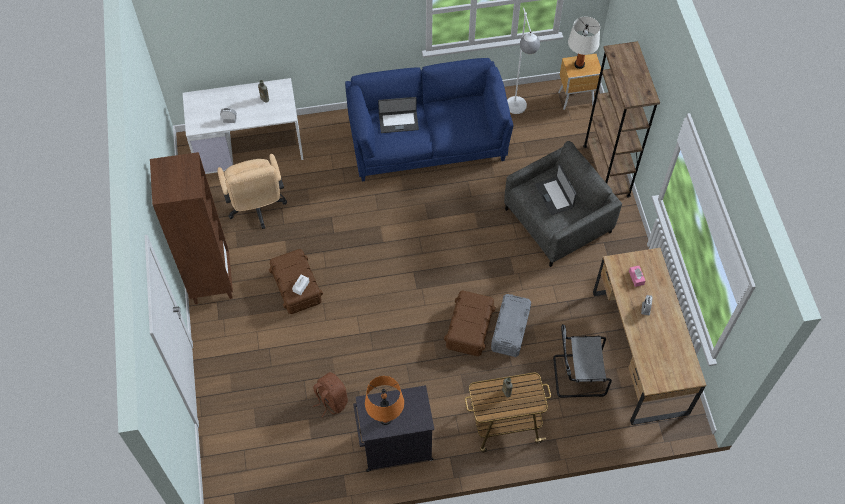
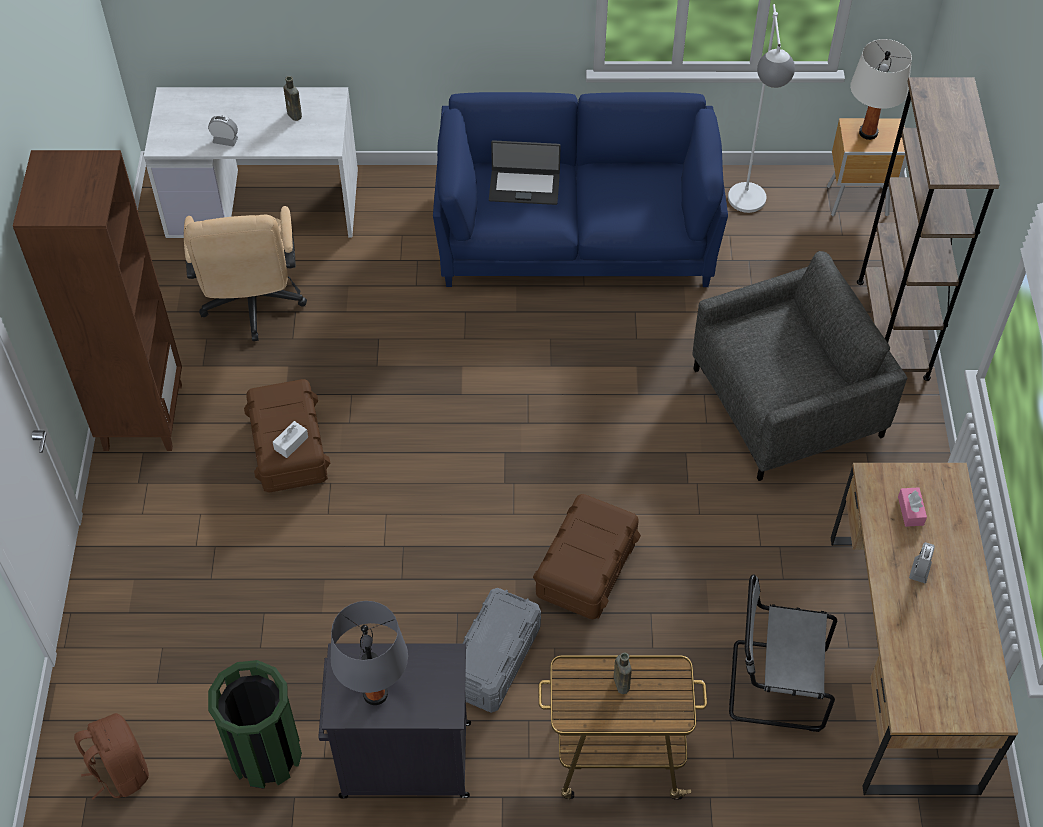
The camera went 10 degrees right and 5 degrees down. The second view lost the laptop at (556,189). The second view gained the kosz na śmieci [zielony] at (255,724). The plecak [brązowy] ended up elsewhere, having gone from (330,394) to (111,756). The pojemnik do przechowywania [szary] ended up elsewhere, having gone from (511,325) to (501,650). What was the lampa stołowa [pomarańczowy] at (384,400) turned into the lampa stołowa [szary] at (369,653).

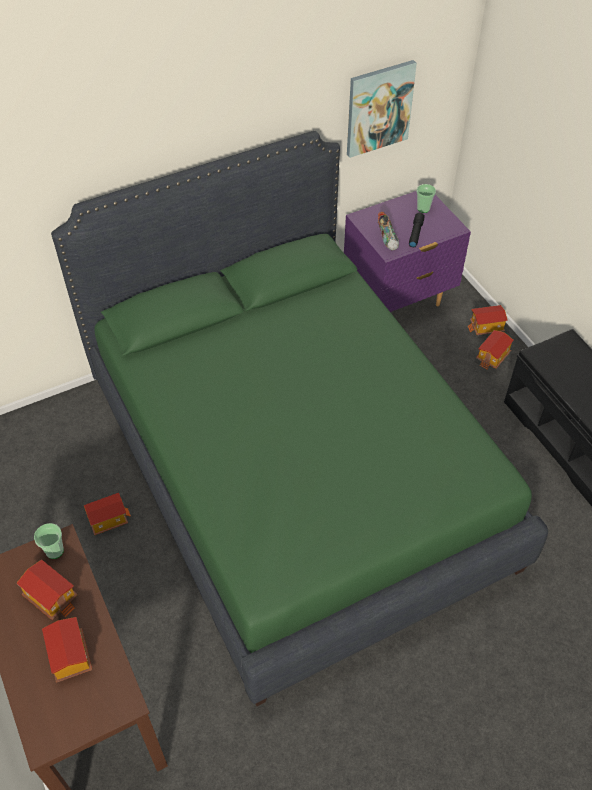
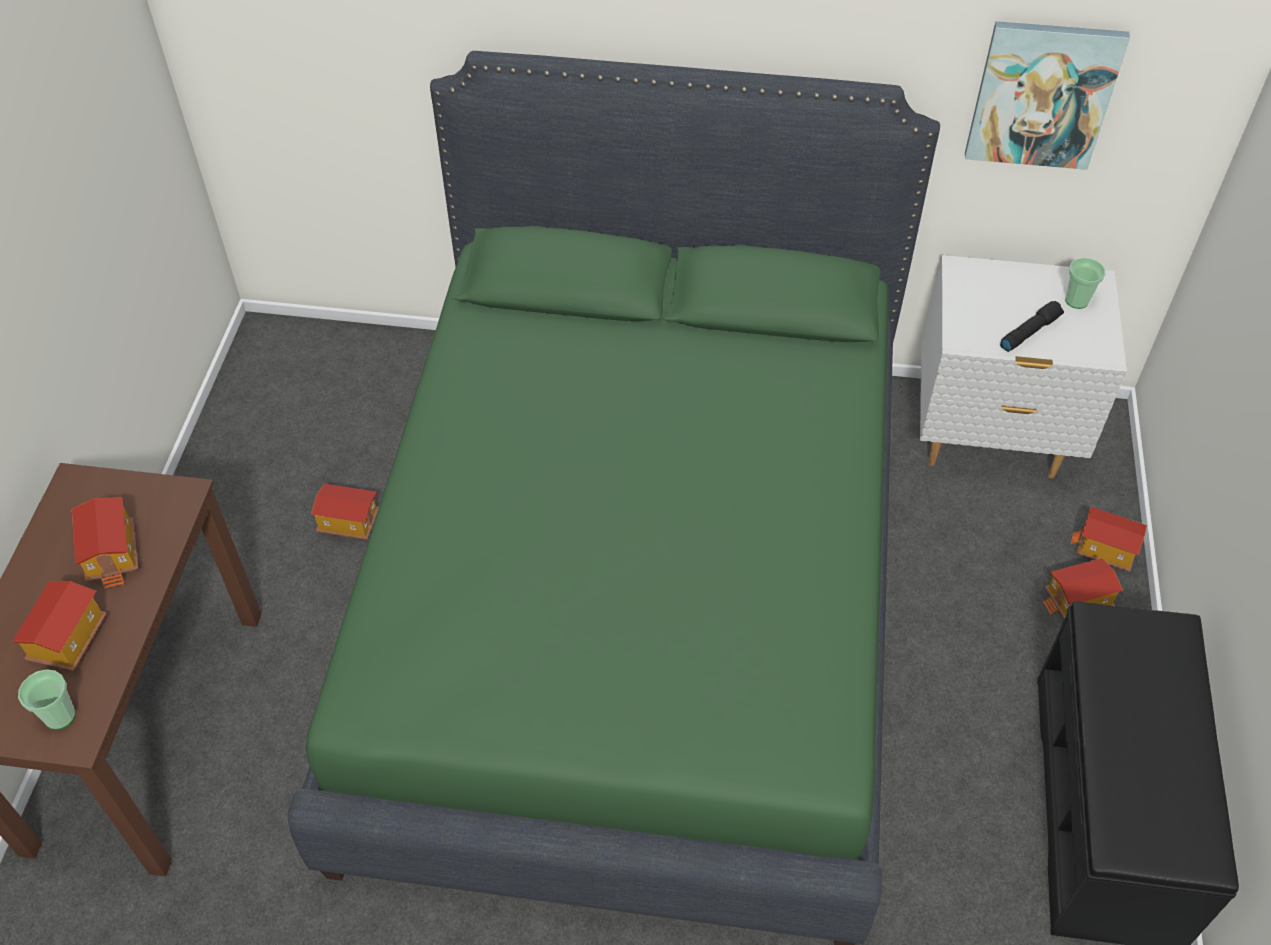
The camera went 35 degrees right and 0 degrees up. The second view lost the but at (388,231). The filiżanka ended up elsewhere, having gone from (49,541) to (46,699). What was the szafka nocna [fioletowy] at (407,251) turned into the szafka nocna [biały] at (1023,367).

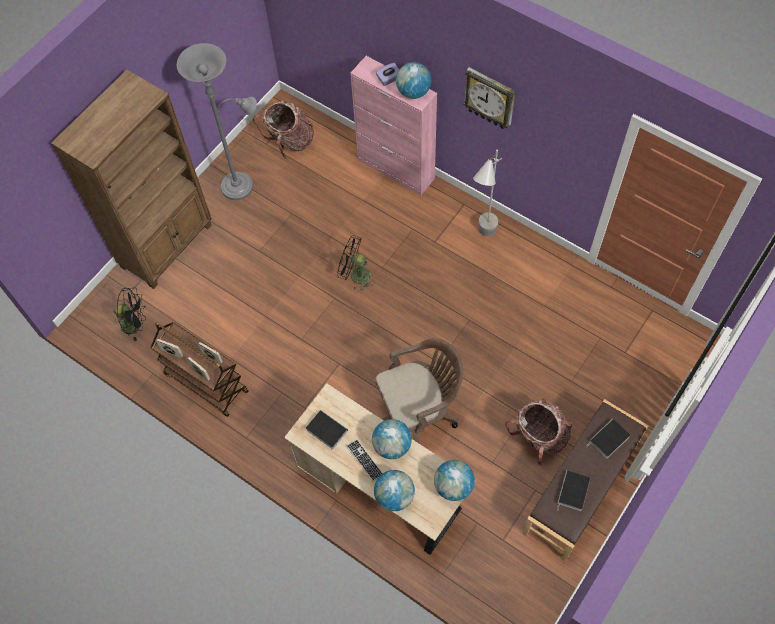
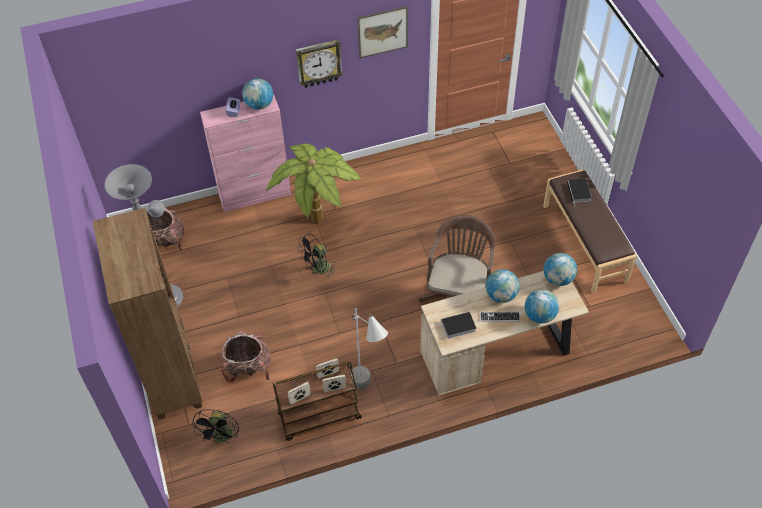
The camera went 55 degrees left and 10 degrees down. The second view lost the książka at (573,490). The second view gained the roślina doniczkowa at (313,183). The second view gained the obraz at (382,32). The lampa stojąca [szary] ended up elsewhere, having gone from (487,193) to (369,349). The plecak ended up elsewhere, having gone from (538,432) to (246,356). The wentylator [czarny] at (129,314) ended up facing another way, 150 degrees clockwise from before.

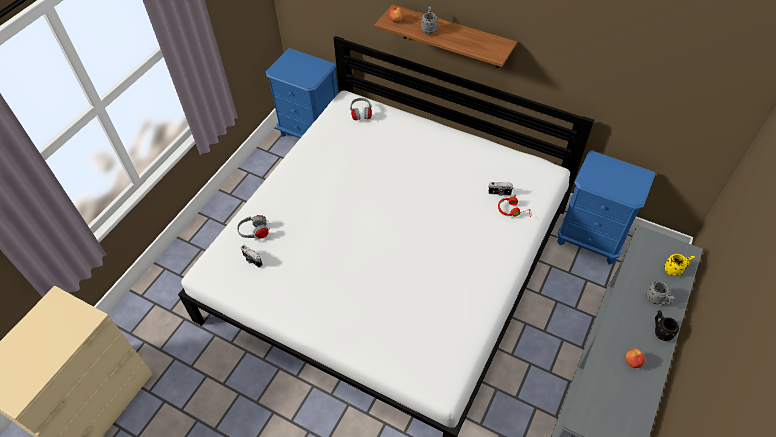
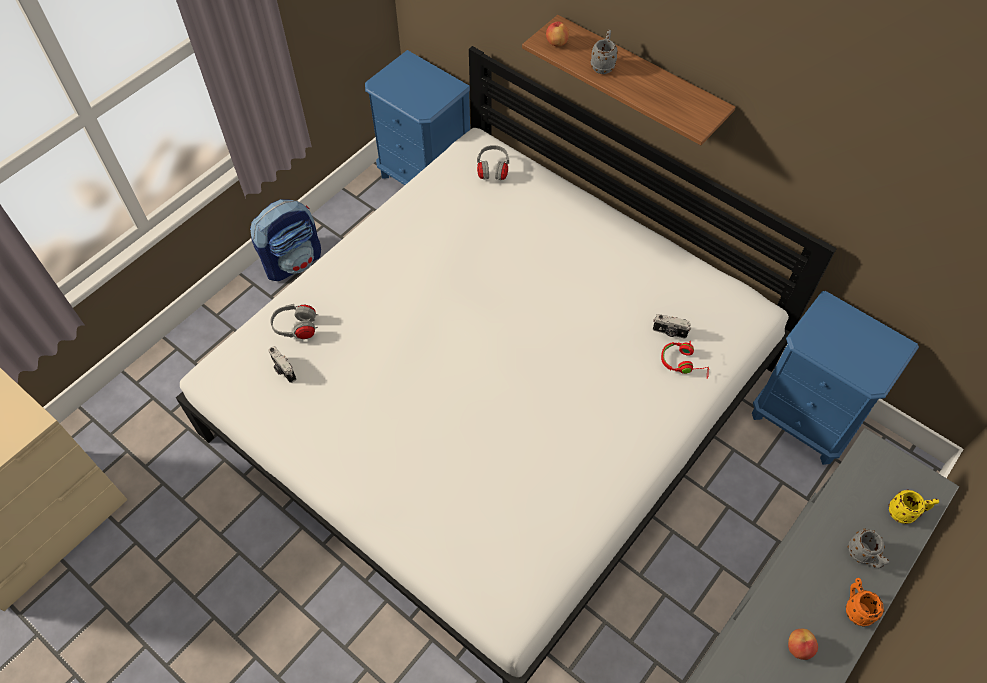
The camera went 10 degrees right and 5 degrees up. The second view gained the plecak at (285,240). What was the kubek [czarny] at (667,325) turned into the kubek [pomarańczowy] at (865,602).

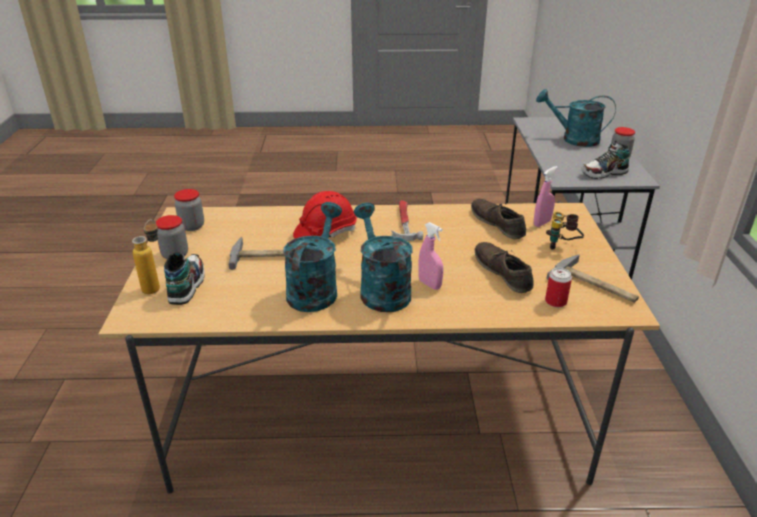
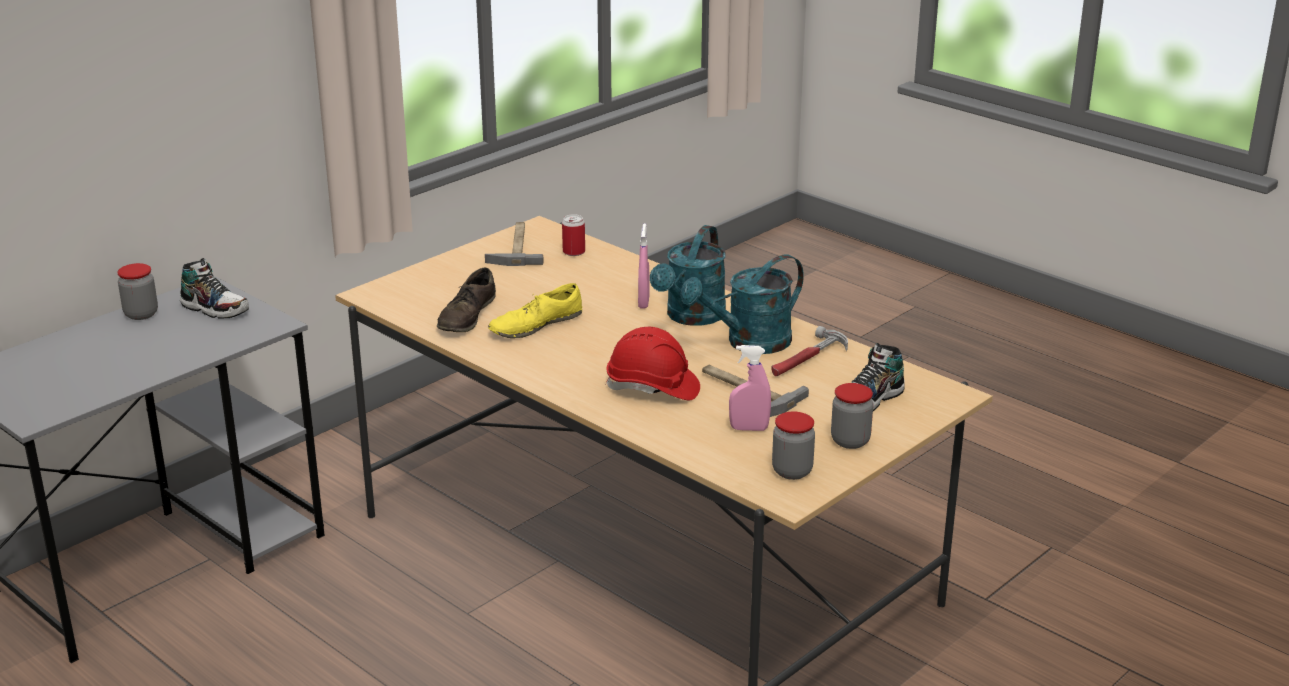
The camera went 135 degrees left and 5 degrees down. The second view lost the butelka at (146,256). The second view lost the but [brązowy] at (504,267). The second view lost the konewka [turkusowy] at (576,118). The second view lost the lornetka at (565,231). The second view gained the but [żółty] at (535,310). The młotek ended up elsewhere, having gone from (407,220) to (810,351). The spryskiwacz [różowy] ended up elsewhere, having gone from (546,196) to (750,388).

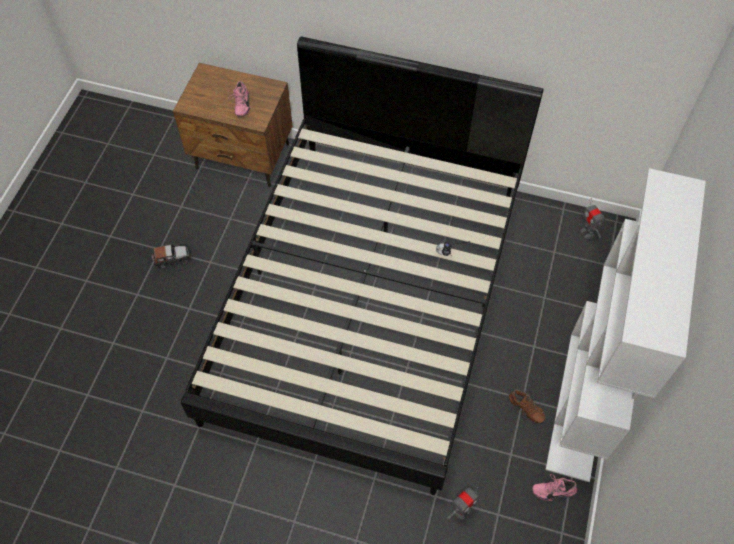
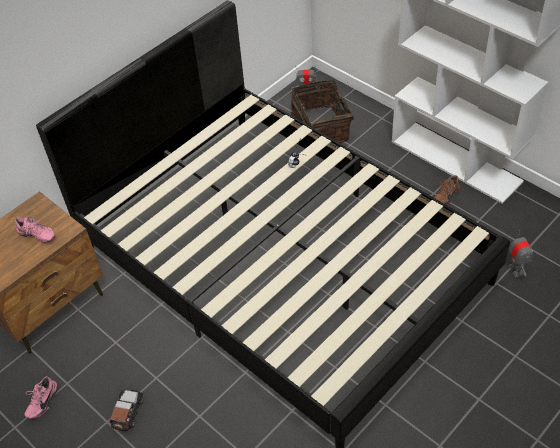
The camera went 60 degrees left and 10 degrees down. The second view gained the koszyk at (322,111). The but [różowy] ended up elsewhere, having gone from (554,487) to (40,397). The but [brązowy] at (527,406) ended up facing another way, 150 degrees clockwise from before.

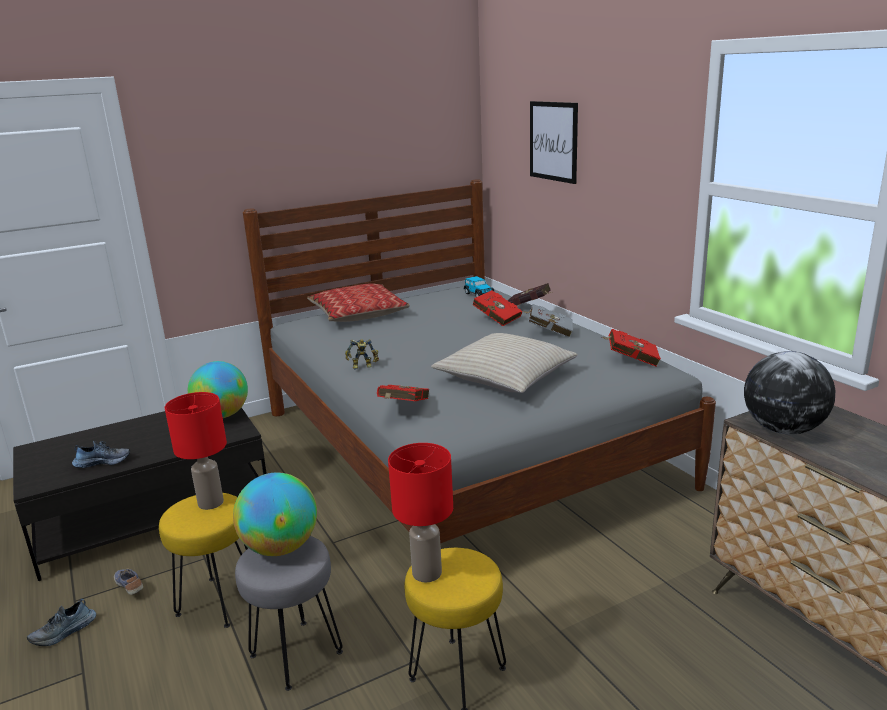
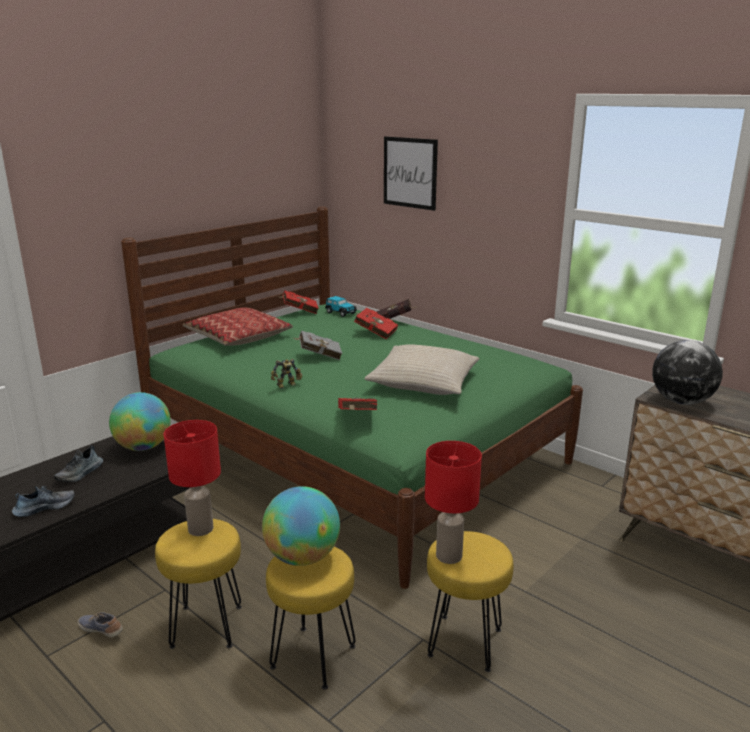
The camera went 20 degrees left and 0 degrees up. The but ended up elsewhere, having gone from (61,622) to (78,464). The książka [szary] ended up elsewhere, having gone from (548,321) to (318,345). The książka [czerwony] ended up elsewhere, having gone from (631,348) to (298,302). What was the stołek [szary] at (289,613) turned into the stołek [żółty] at (311,618). What was the łóżko [szary] at (479,361) turned into the łóżko [zielony] at (352,398).

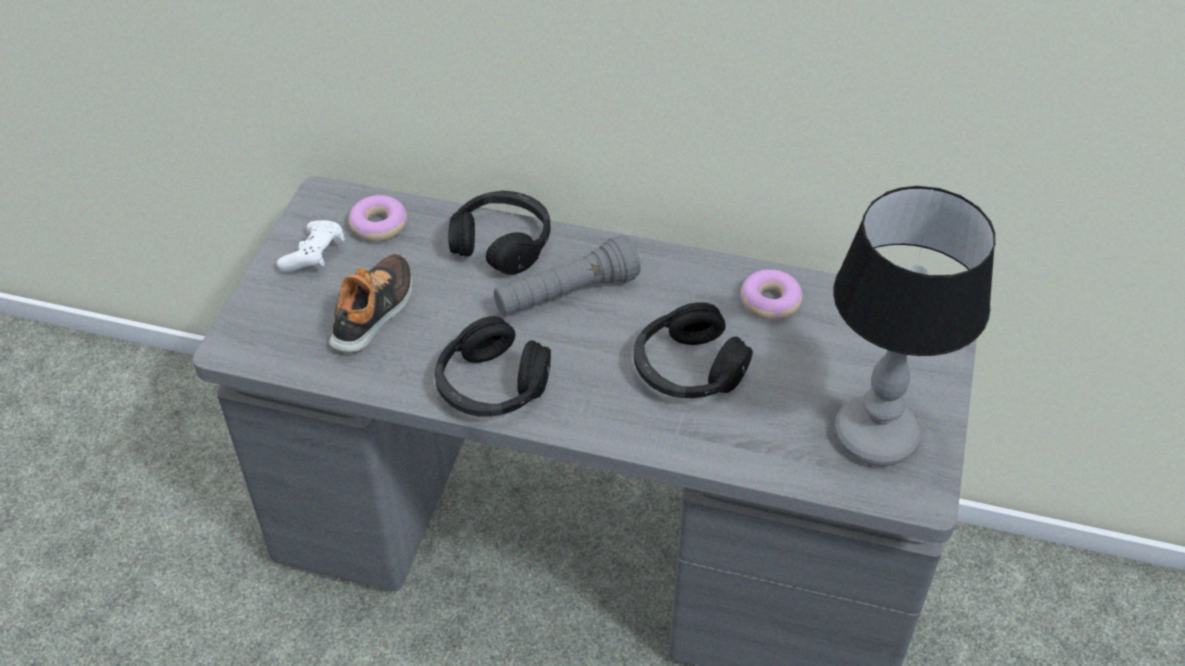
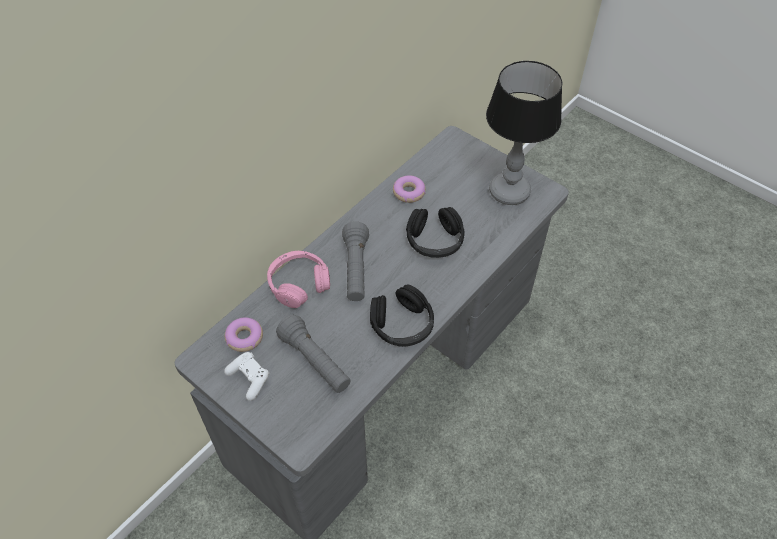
The camera went 65 degrees left and 5 degrees up. Where the but stood at (371,303), the latarka [szary] came to stand at (313,354). What was the słuchawki [czarny] at (499,232) turned into the słuchawki [różowy] at (298,279).

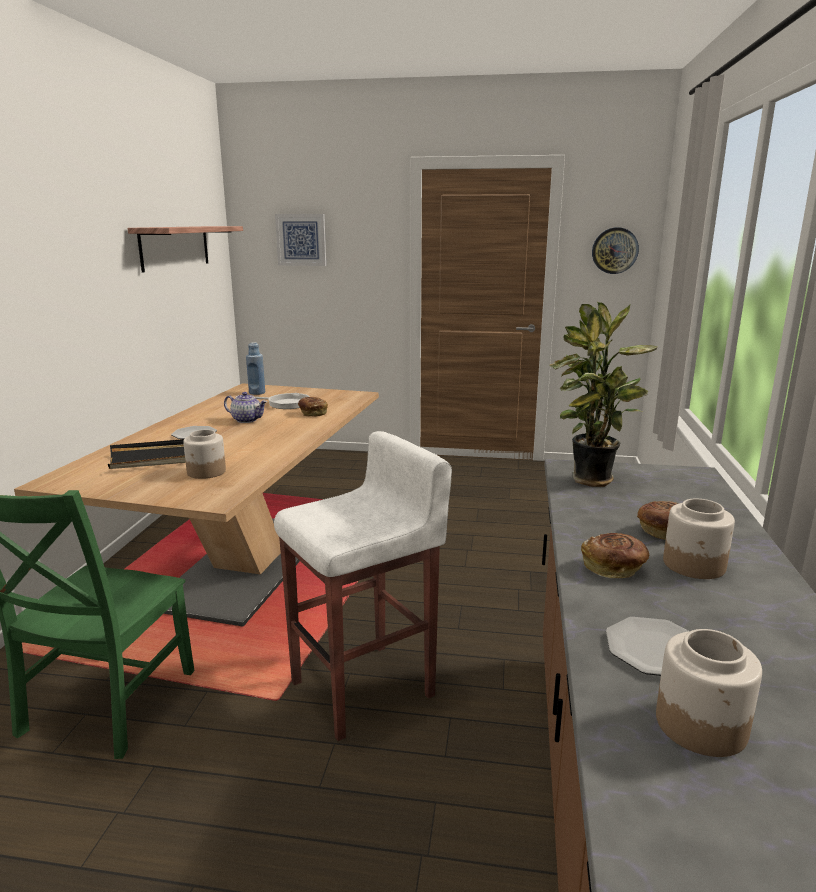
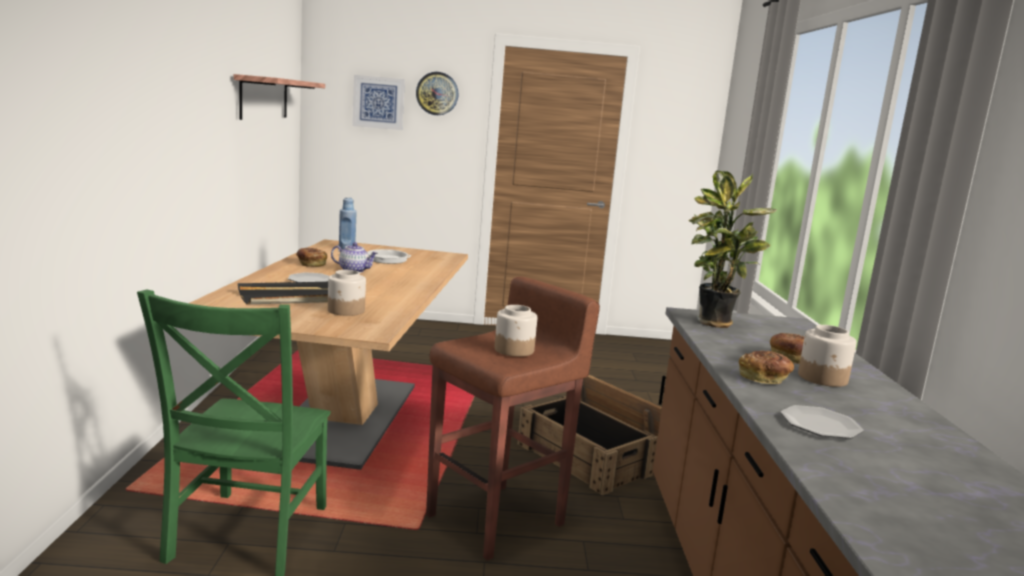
The camera went 10 degrees left and 5 degrees down. The second view gained the skrzynka at (590,435). The chleb ended up elsewhere, having gone from (313,406) to (311,257). The zegar ścienny ended up elsewhere, having gone from (615,250) to (437,93). The słoik ended up elsewhere, having gone from (709,693) to (515,331). What was the stołek [biały] at (363,586) turned into the stołek [brązowy] at (513,419).

